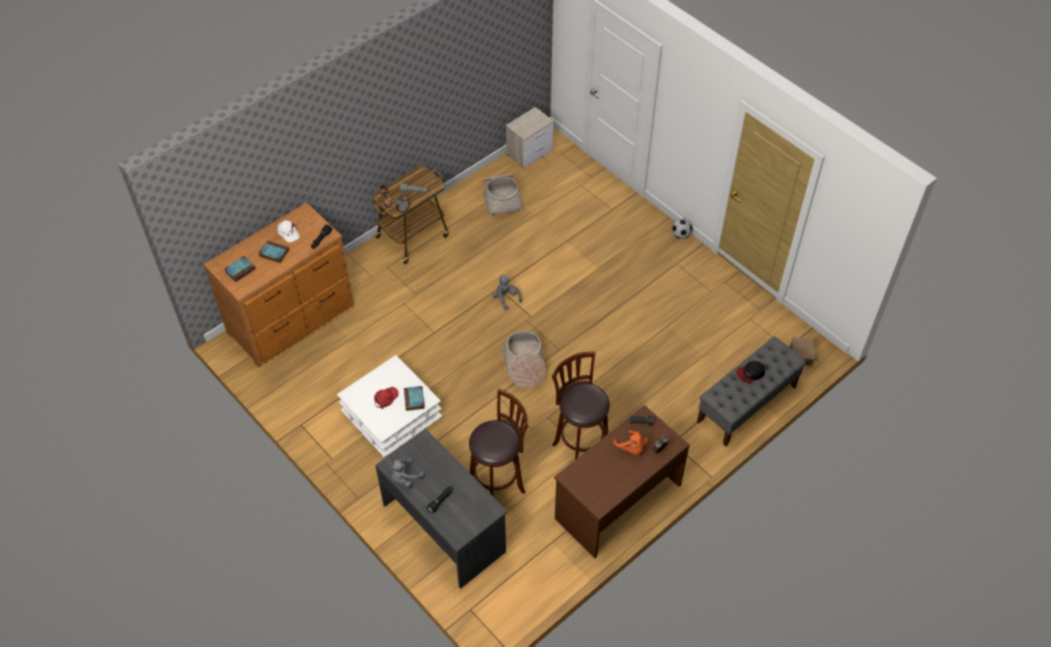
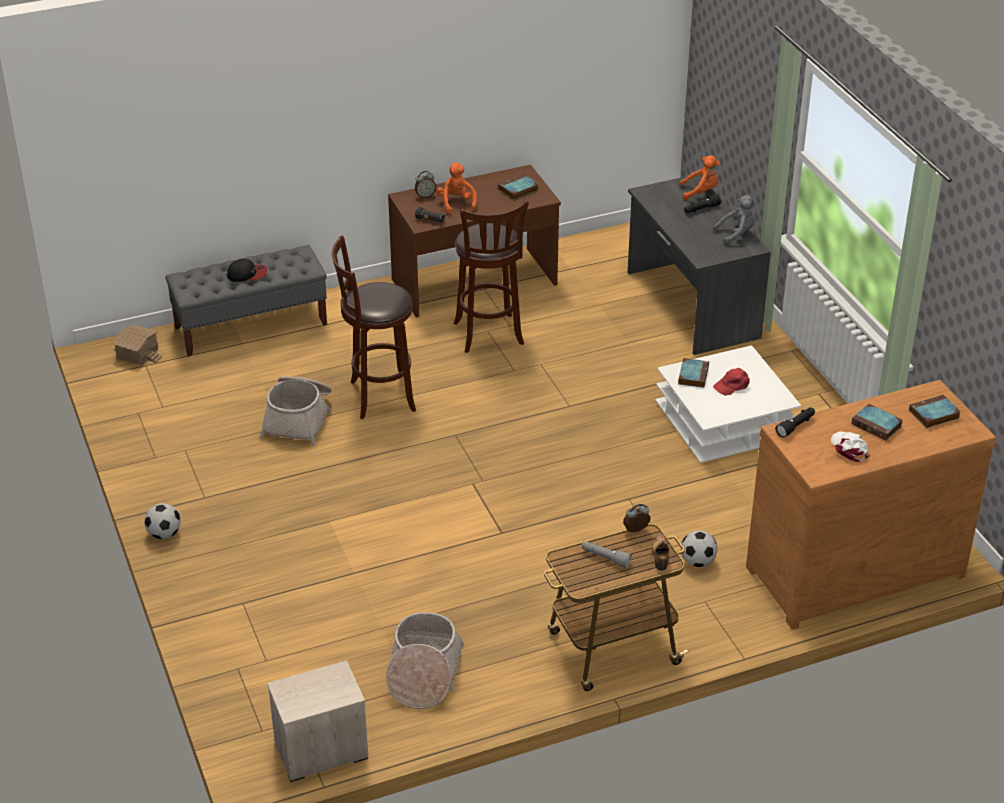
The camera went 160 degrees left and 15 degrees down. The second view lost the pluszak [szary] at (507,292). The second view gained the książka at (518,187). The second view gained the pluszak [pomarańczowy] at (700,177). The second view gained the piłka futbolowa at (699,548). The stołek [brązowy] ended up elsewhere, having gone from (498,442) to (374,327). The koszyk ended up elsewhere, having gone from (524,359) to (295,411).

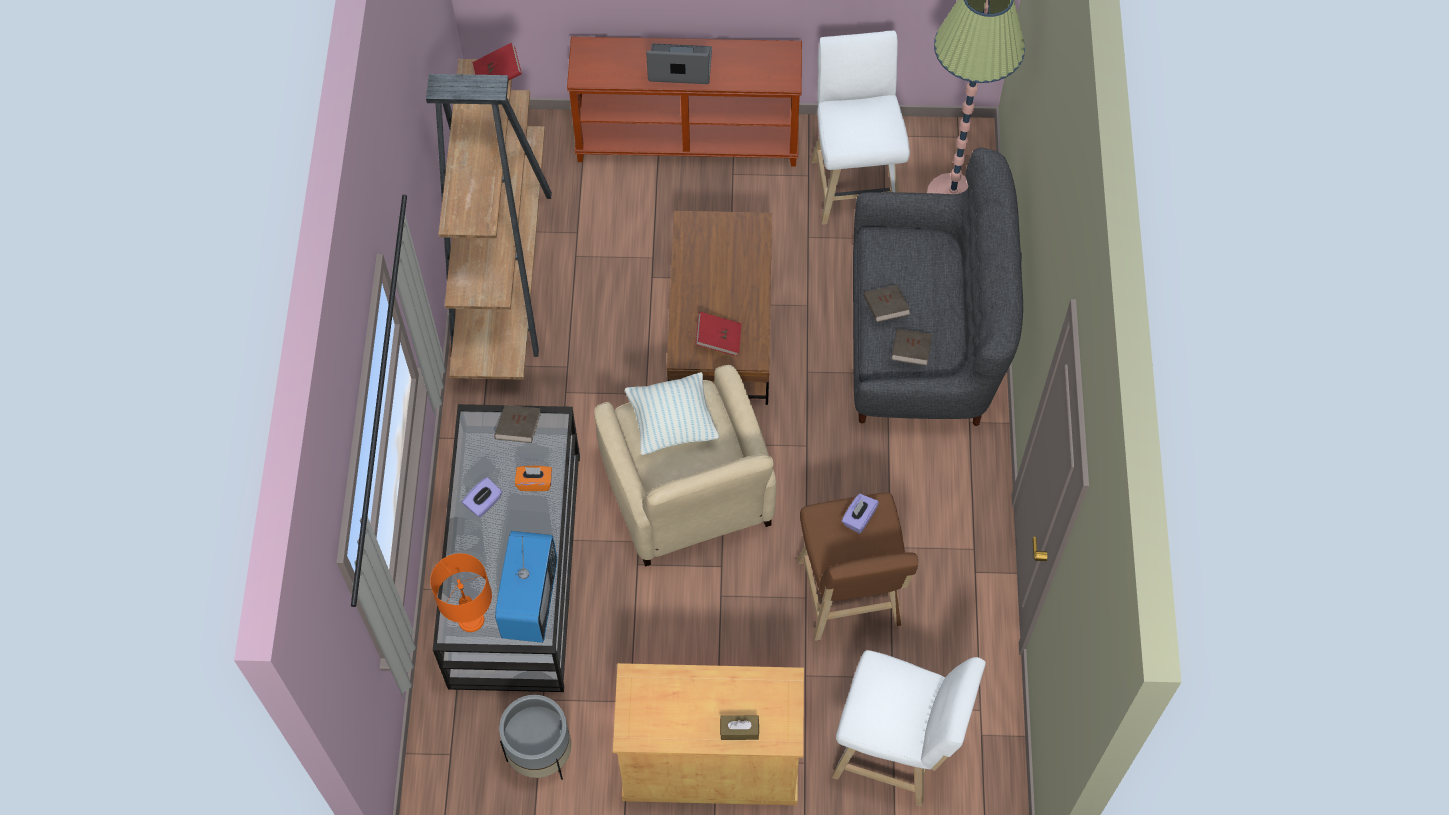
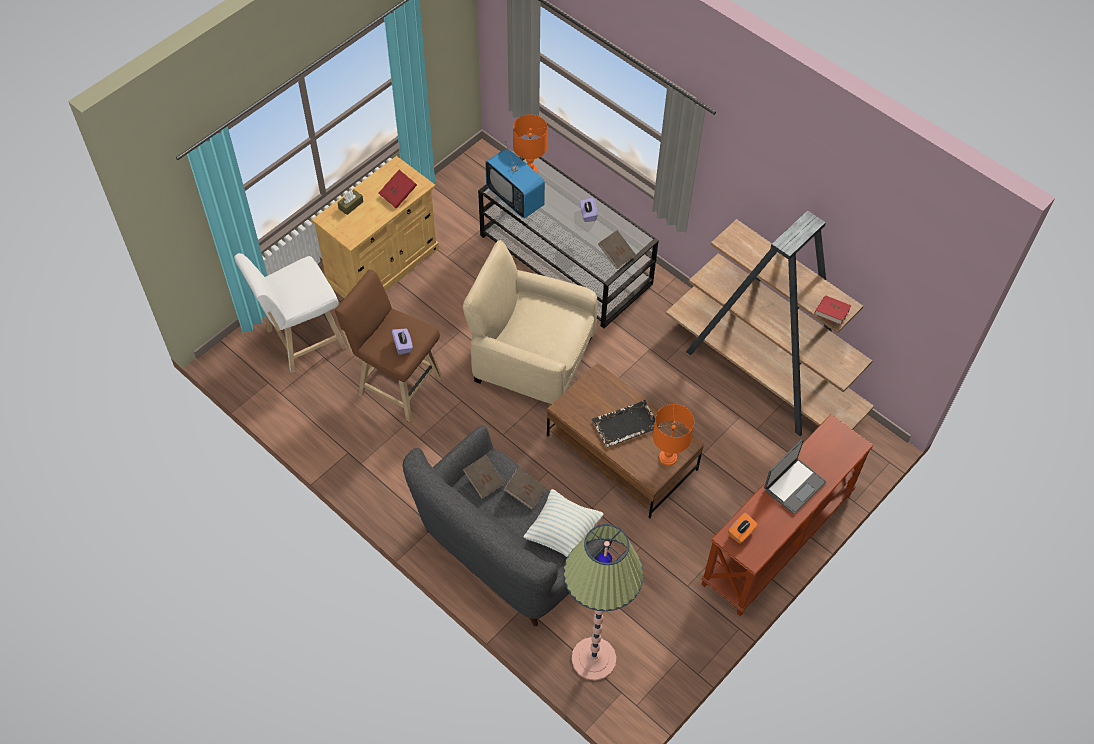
The camera went 130 degrees right and 5 degrees down. The second view lost the donica [szary] at (535,737). The second view lost the stołek [biały] at (860,127). The second view gained the taca [czarny] at (626,424). The second view gained the lampa stołowa [pomarańczowy] at (673,435). The pudełko chusteczek [pomarańczowy] ended up elsewhere, having gone from (533,478) to (743,528). The poduszka ended up elsewhere, having gone from (672,413) to (563,523). The książka [czerwony] ended up elsewhere, having gone from (718,334) to (398,189).

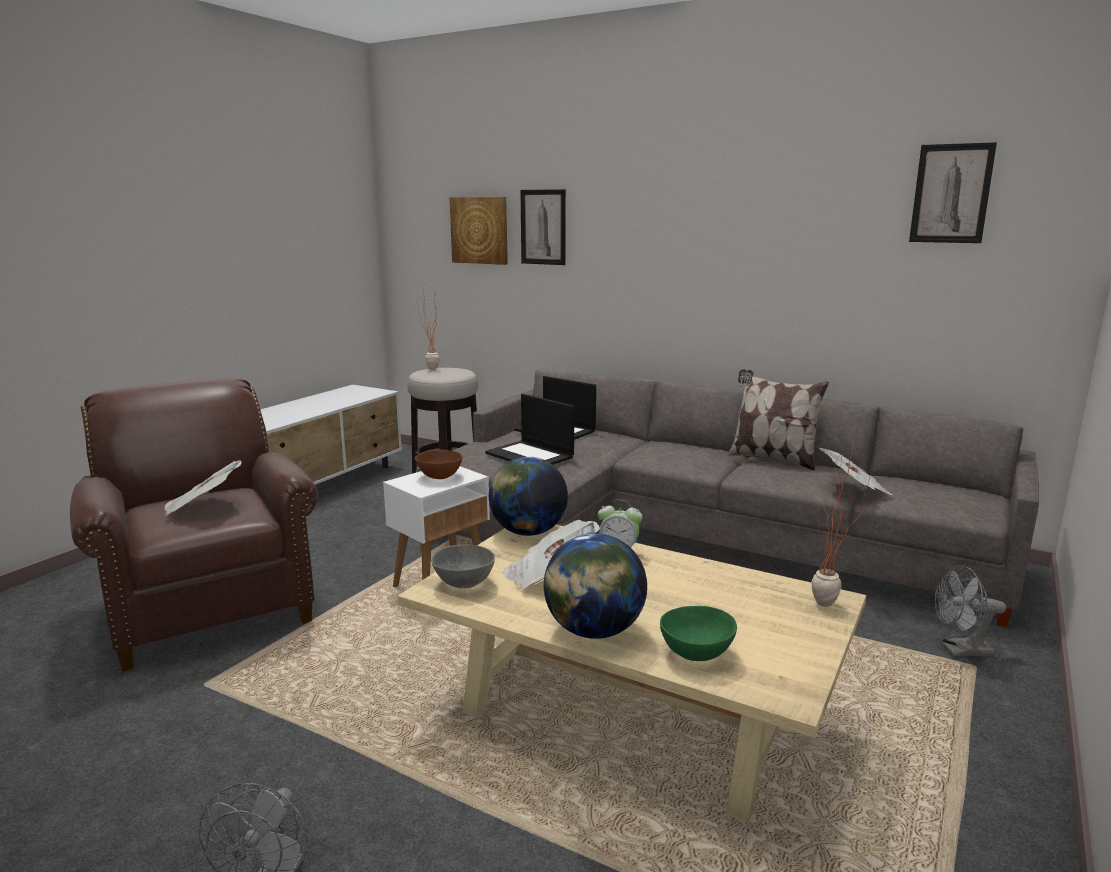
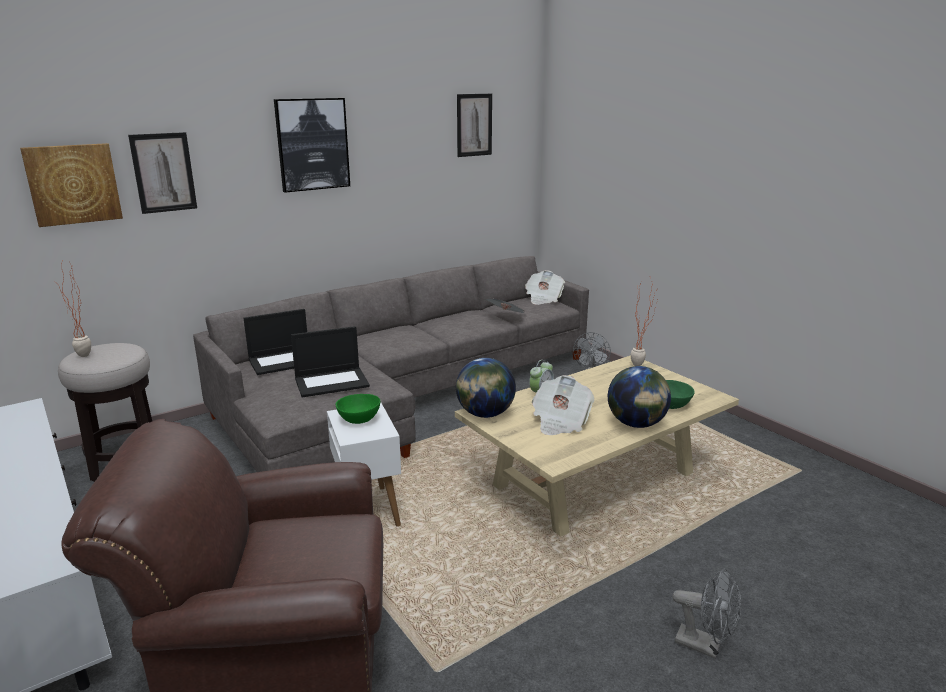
The camera went 65 degrees left and 5 degrees up. The second view lost the miska [szary] at (463,566). The second view lost the poduszka at (778,420). The second view gained the obraz at (312,145). The gazeta ended up elsewhere, having gone from (203,488) to (545,287). What was the miska [brązowy] at (438,464) turned into the miska [zielony] at (358,409).

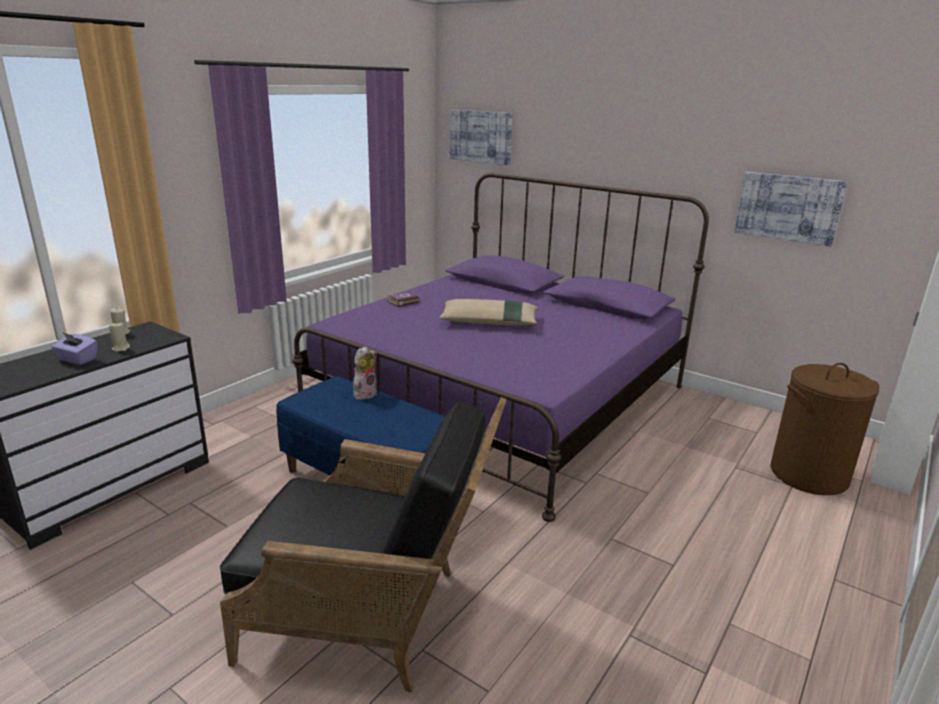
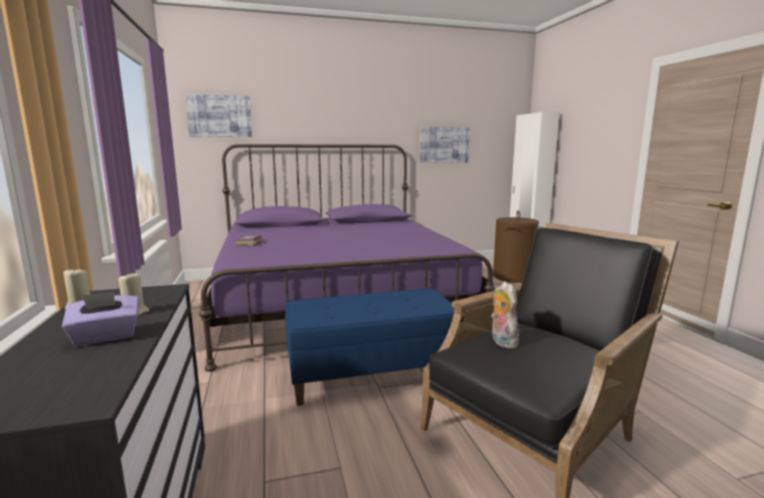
The camera went 50 degrees left and 10 degrees down. The second view lost the poduszka [beżowy] at (488,312). The pluszak ended up elsewhere, having gone from (365,373) to (506,315).

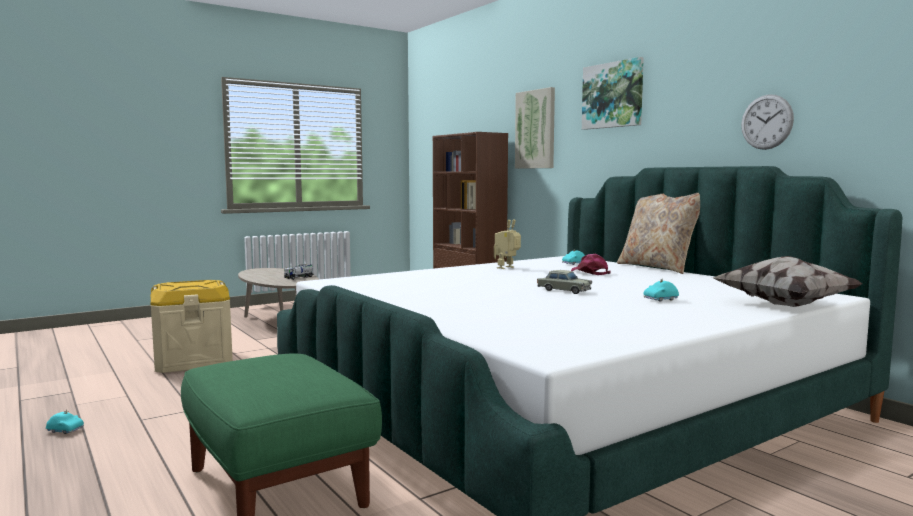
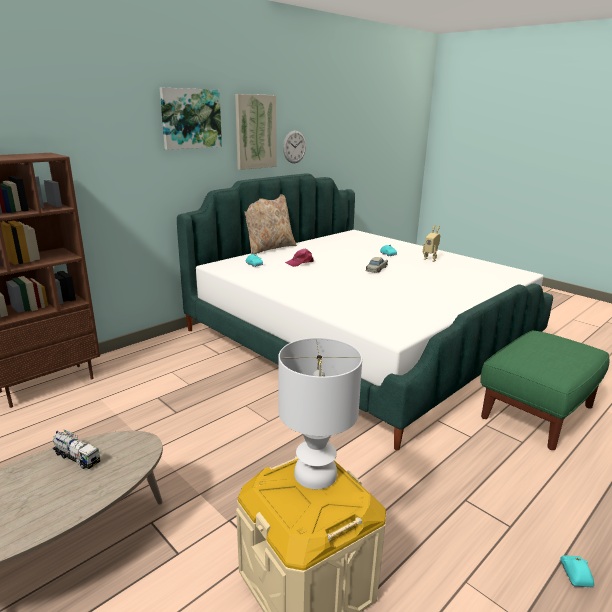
The camera went 100 degrees left and 15 degrees up. The second view lost the poduszka at (787,281). The second view gained the lampa stołowa [biały] at (320,413). The robot zabawkowy ended up elsewhere, having gone from (507,244) to (431,243). The obraz ended up elsewhere, having gone from (535,128) to (256,132).

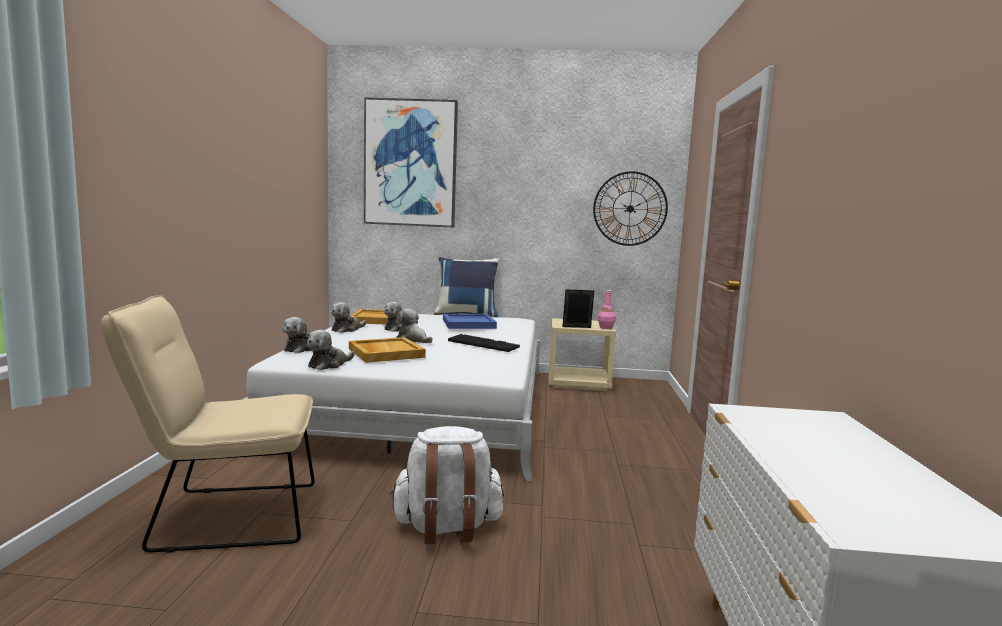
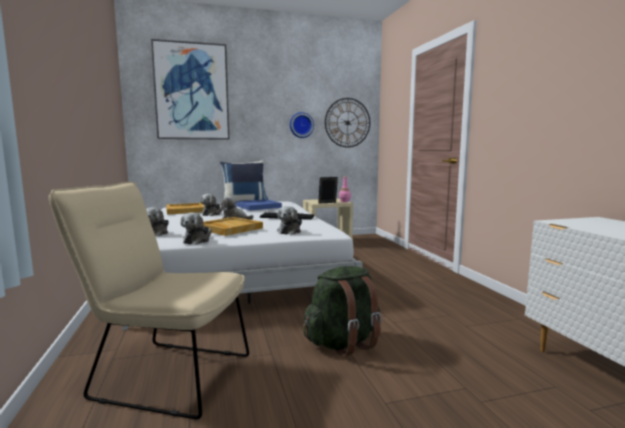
The camera went 20 degrees left and 0 degrees up. The second view gained the zegar ścienny at (302,125). The pluszak ended up elsewhere, having gone from (349,317) to (289,220). What was the plecak [biały] at (446,485) turned into the plecak [zielony] at (342,311). The krzesło [beżowy] at (208,424) ended up facing another way, 45 degrees clockwise from before.

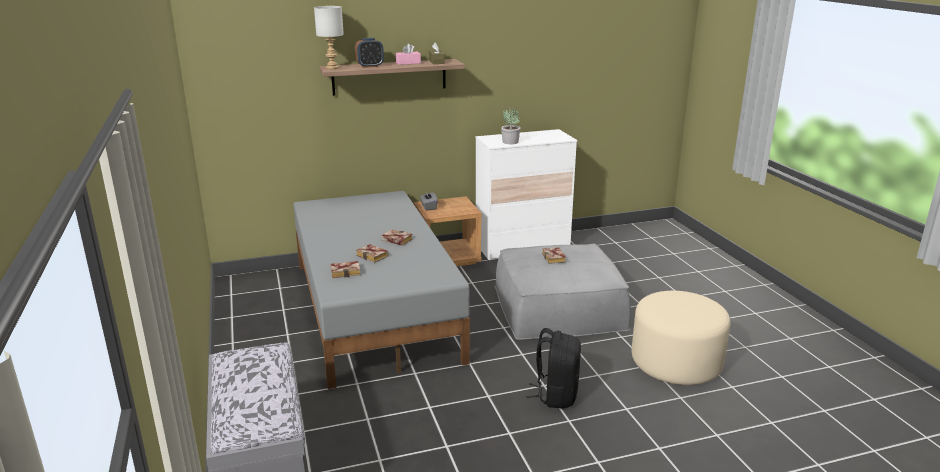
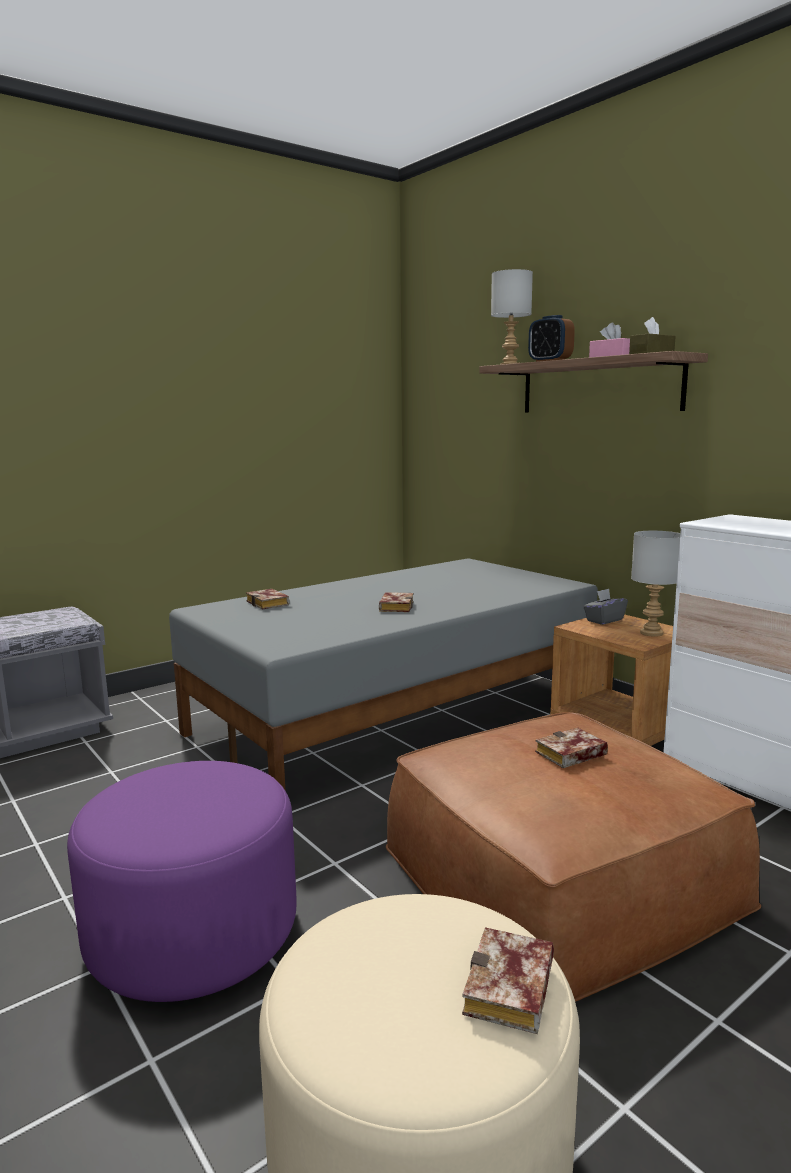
The camera went 70 degrees right and 10 degrees down. The second view lost the roślina doniczkowa at (511,125). The second view gained the lampa stołowa [szary] at (655,584). The książka ended up elsewhere, having gone from (372,253) to (508,980). Where the plecak [czarny] stood at (553,368), the pufa [fioletowy] came to stand at (182,881). What was the pufa [szary] at (563,292) turned into the pufa [brązowy] at (573,857).

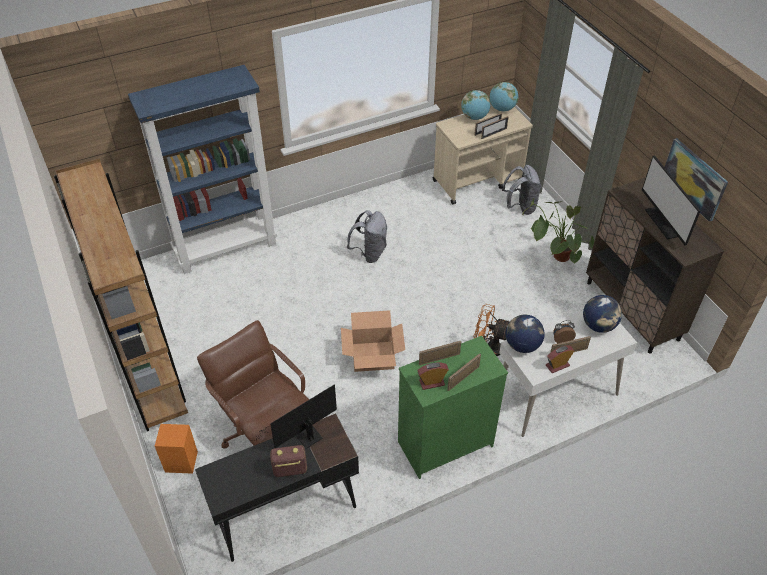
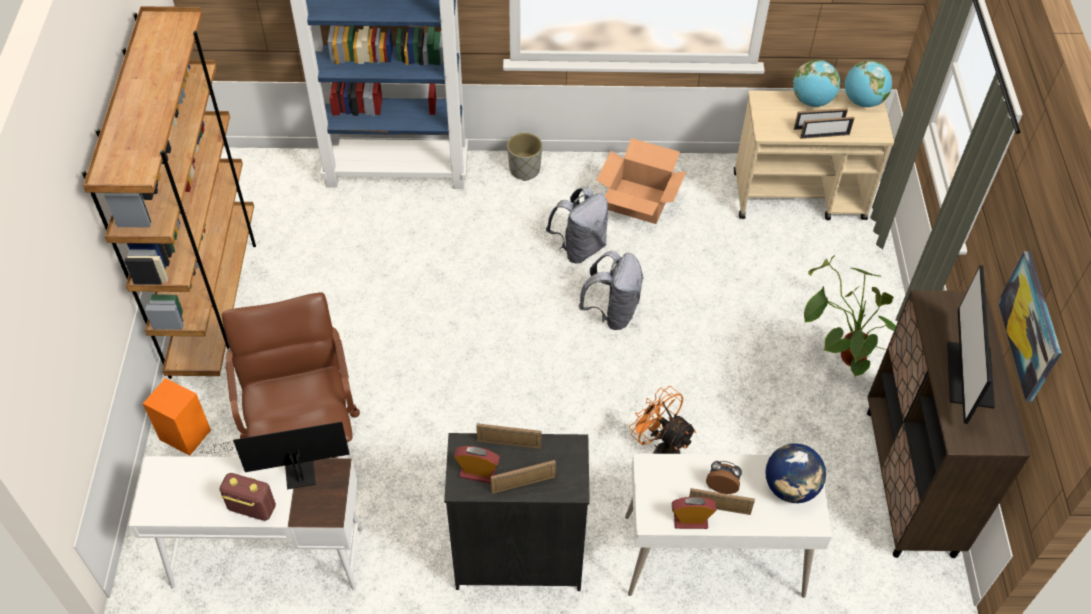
The camera went 25 degrees right and 5 degrees up. The second view lost the globus at (525,334). The second view gained the donica [szary] at (524,157). The karton ended up elsewhere, having gone from (373,341) to (641,181). The plecak [szary] ended up elsewhere, having gone from (521,190) to (611,290). What was the biurko [czarny] at (277,487) turned into the biurko [biały] at (246,523). What was the komoda [zielony] at (453,407) turned into the komoda [czarny] at (517,512).

